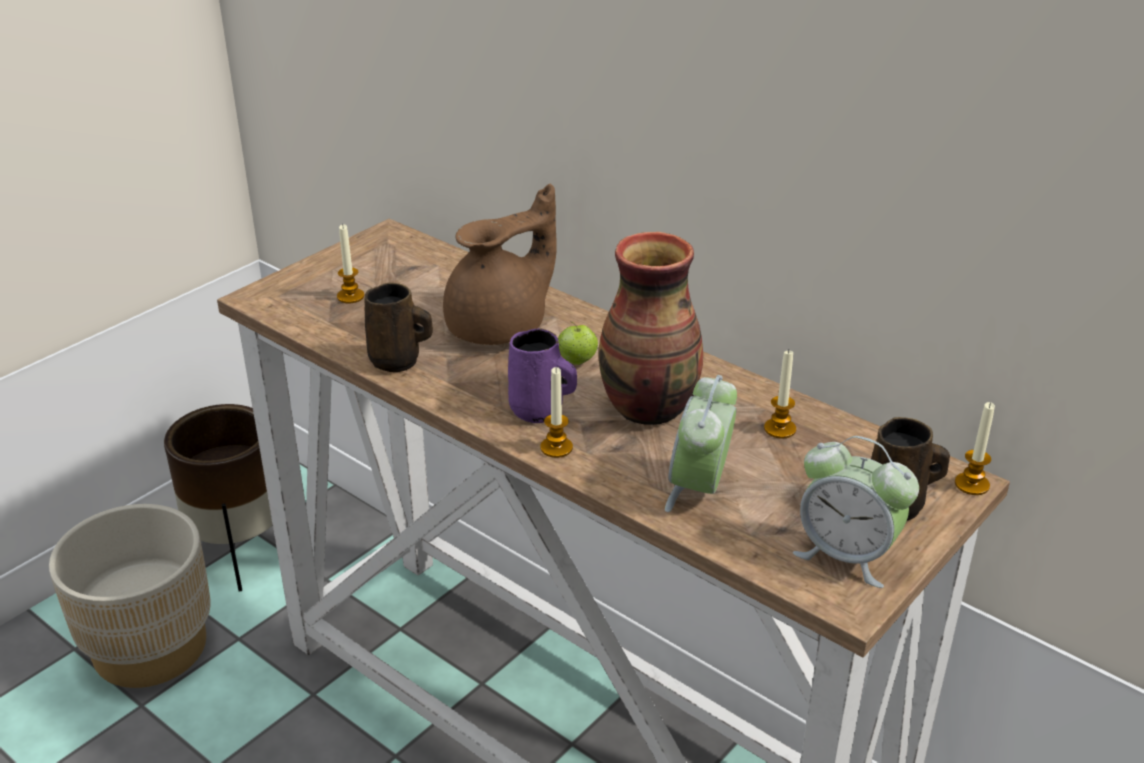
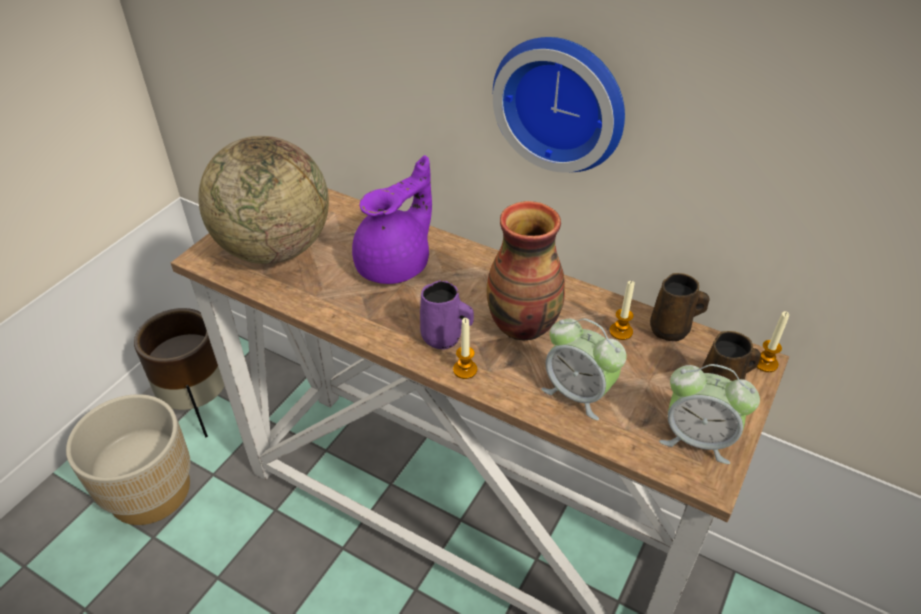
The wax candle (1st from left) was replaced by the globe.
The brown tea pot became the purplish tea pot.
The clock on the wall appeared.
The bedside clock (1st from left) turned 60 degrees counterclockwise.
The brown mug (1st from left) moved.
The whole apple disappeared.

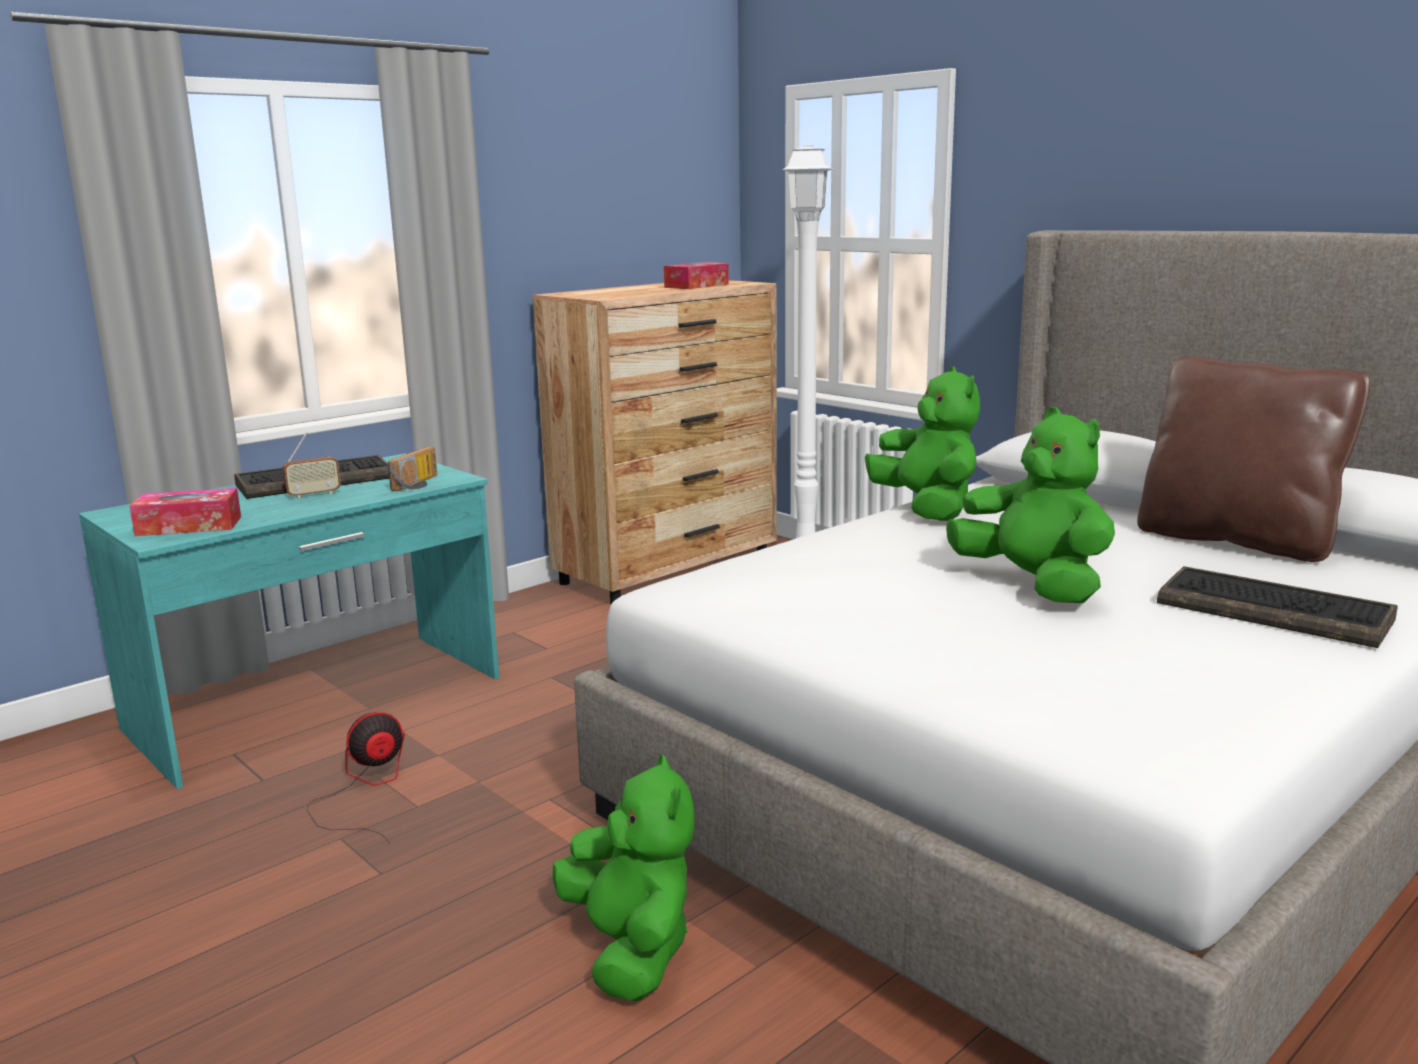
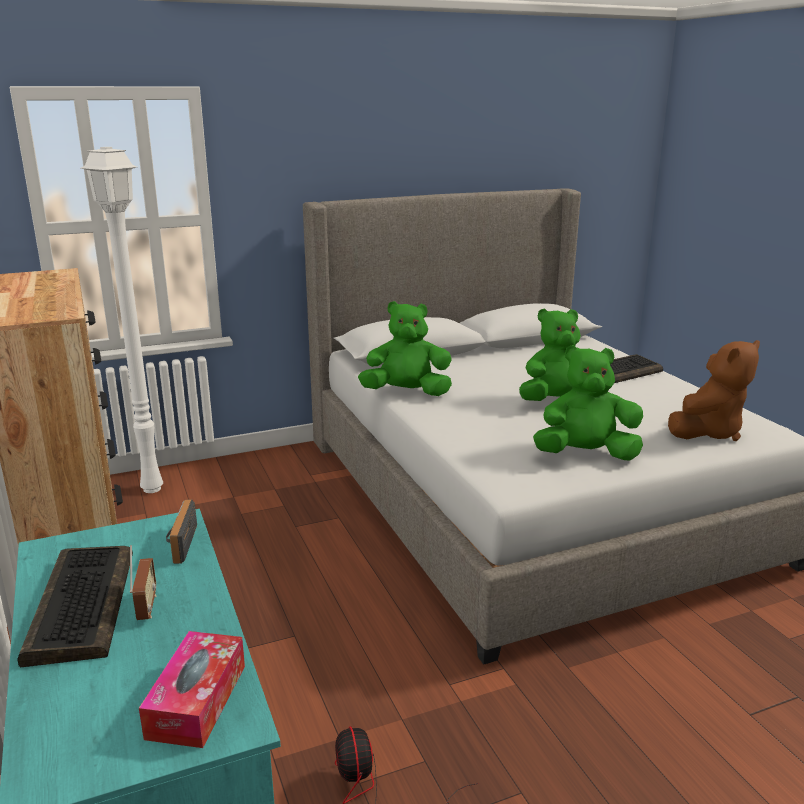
The radio (2nd from left) turned 135 degrees counterclockwise.
The greenish plush toy (1st from left in the first image) moved.
The brown plush toy appeared.
The tissue box (2nd from left) disappeared.
The brown throw pillow disappeared.

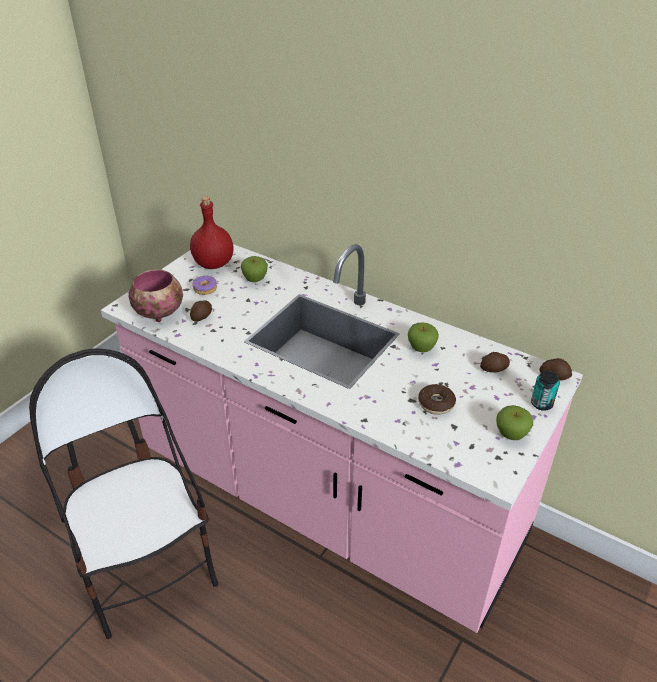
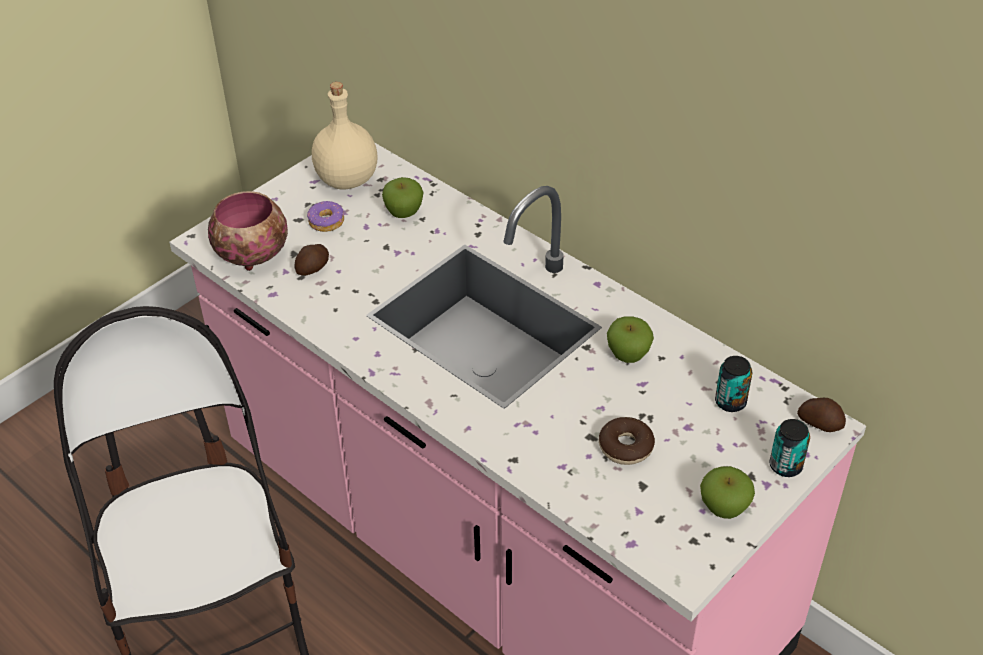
The red bottle became the beige bottle.
The spud (2nd from left) was replaced by the sealed can (1st from left).

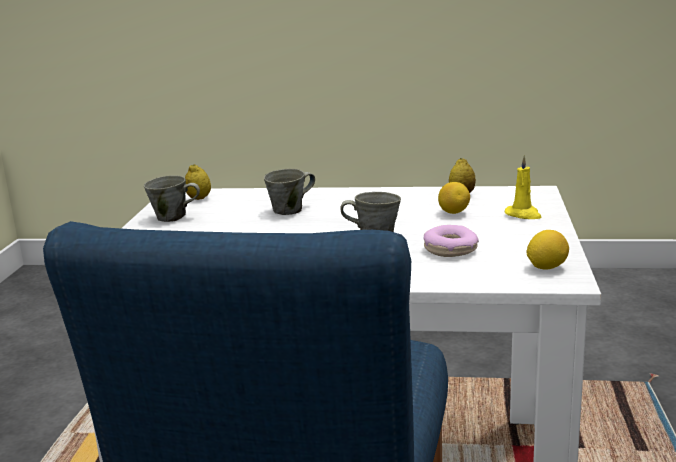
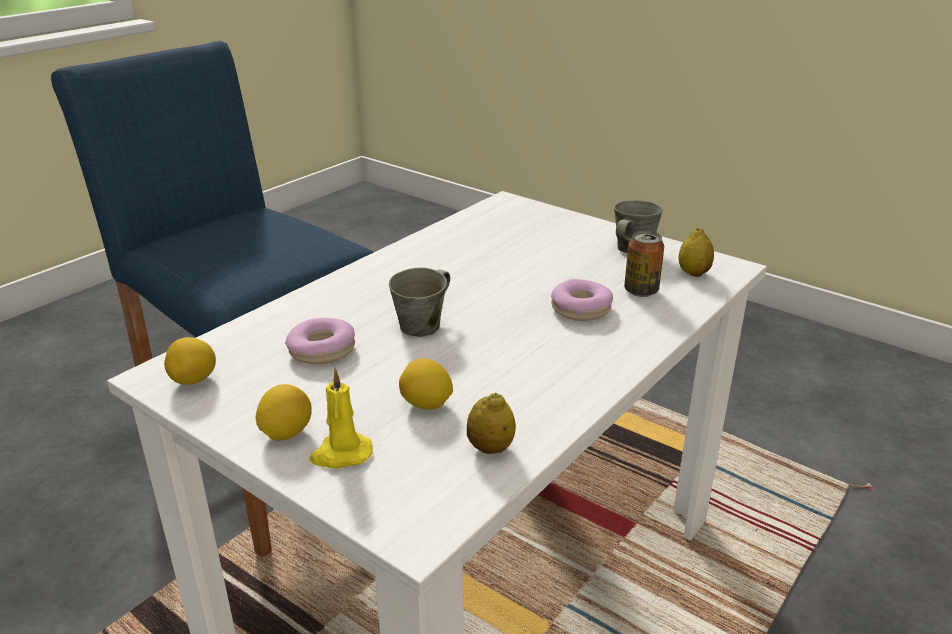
The lemon (2nd from left) appeared.
The grey mug (2nd from left) was replaced by the doughnut (2nd from left).
The sealed can appeared.

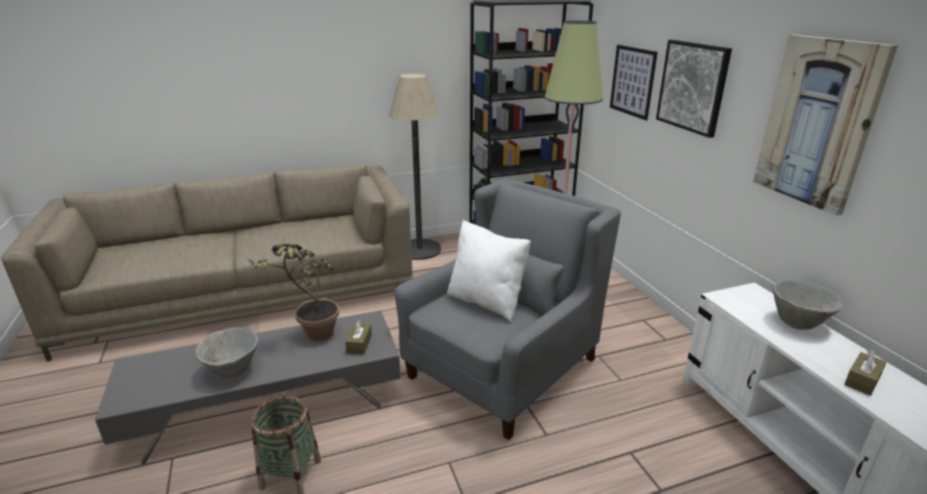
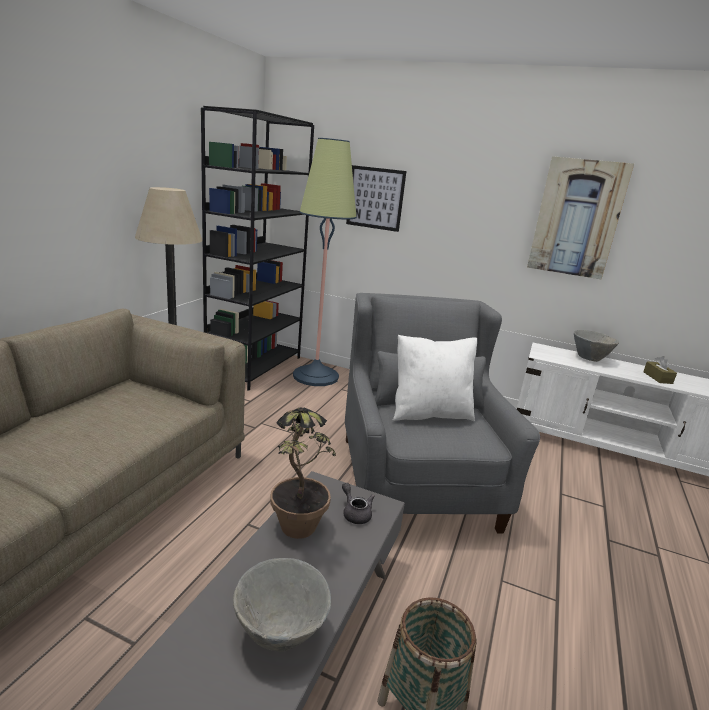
The brown tissue box (1st from left) was replaced by the grey tea pot.
The wall picture (2nd from left) disappeared.

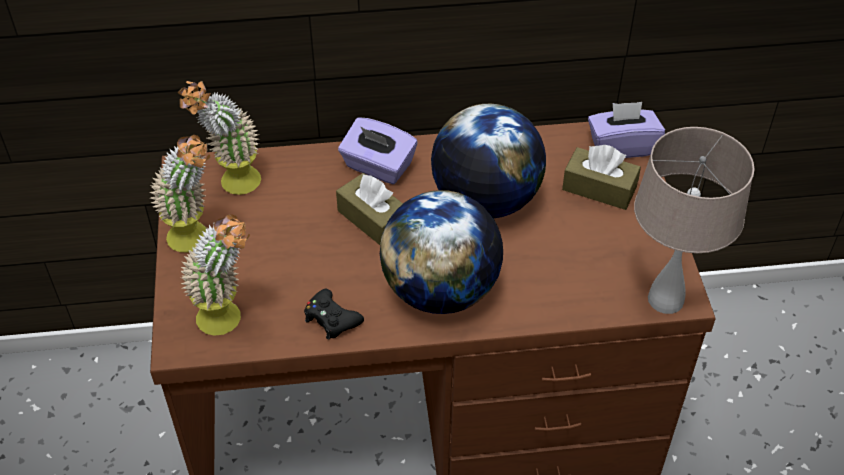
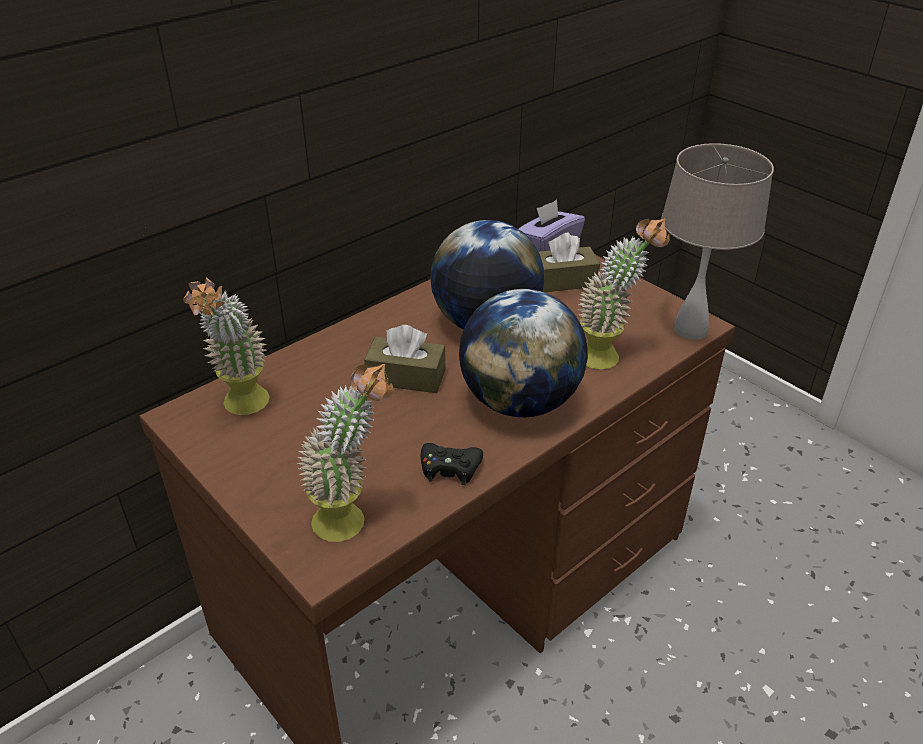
The houseplant (1st from left in the first image) moved.
The purplish tissue box (1st from left) disappeared.

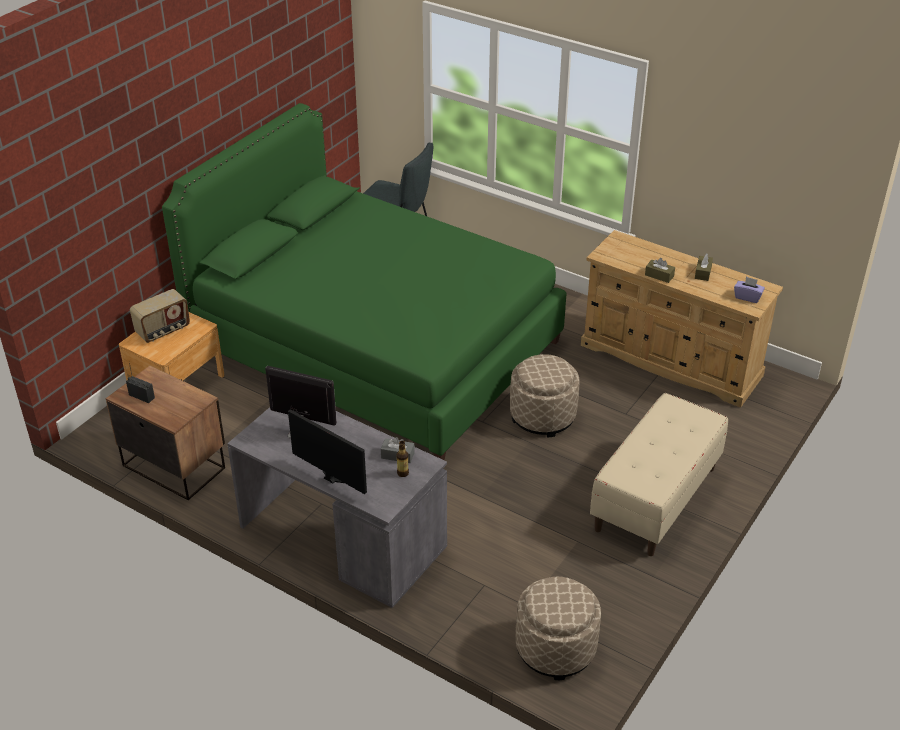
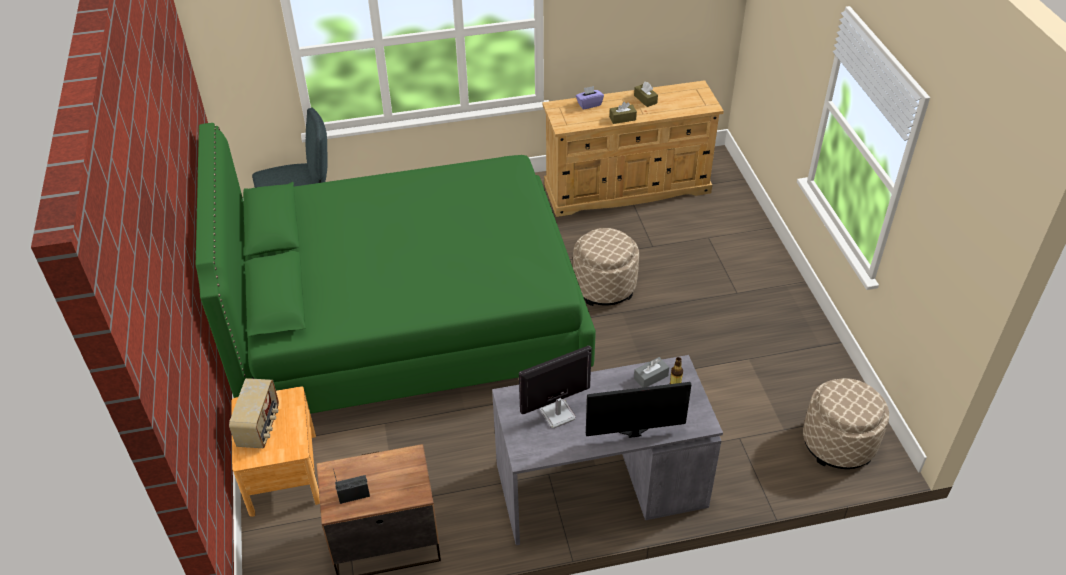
The purplish tissue box moved.
The beige indoor bench disappeared.

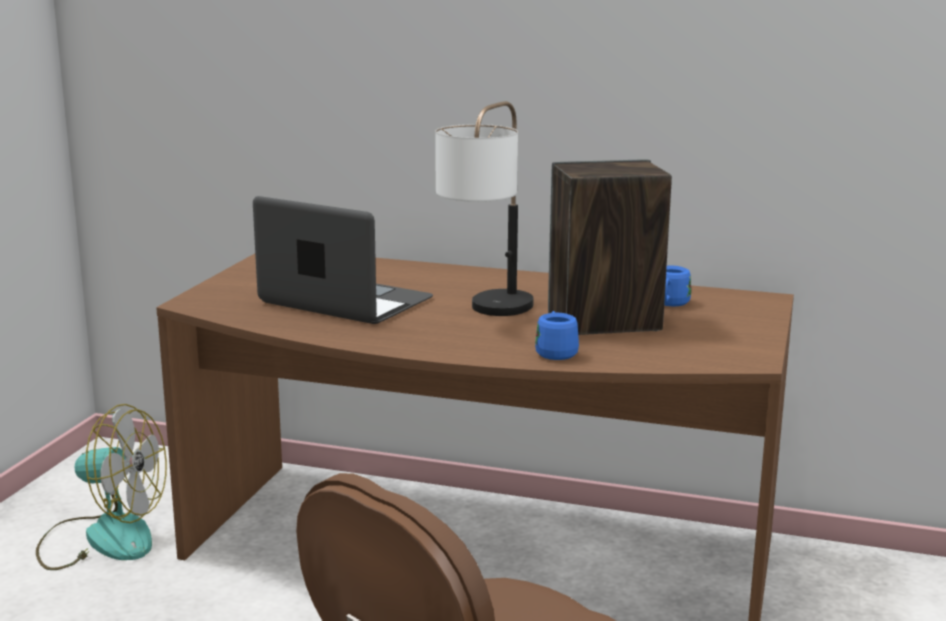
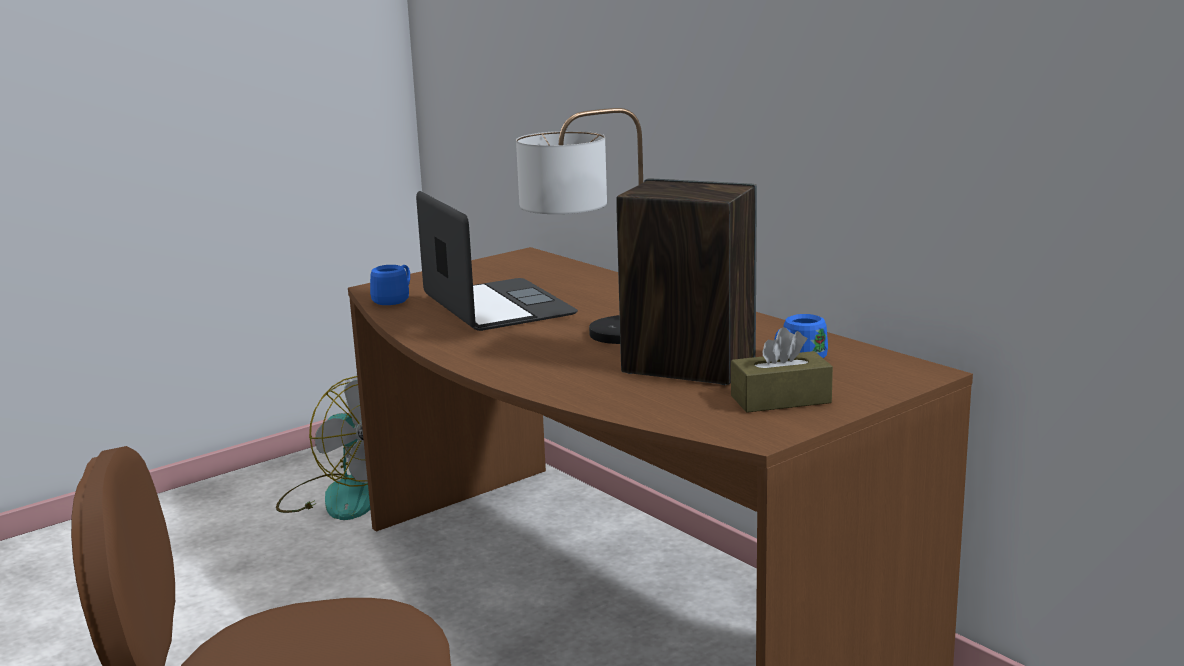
The blue mug (1st from left) moved.
The brown tissue box appeared.

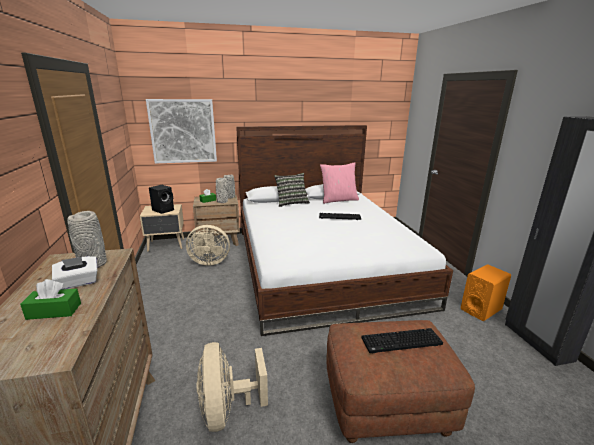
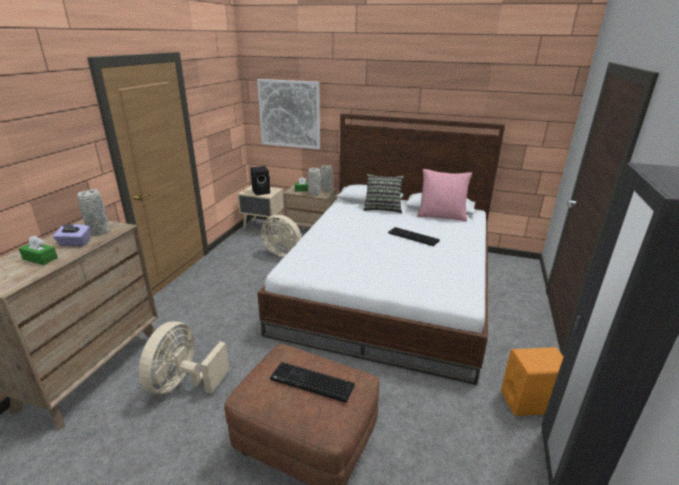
The white-coloured tissue box became the purplish tissue box.

